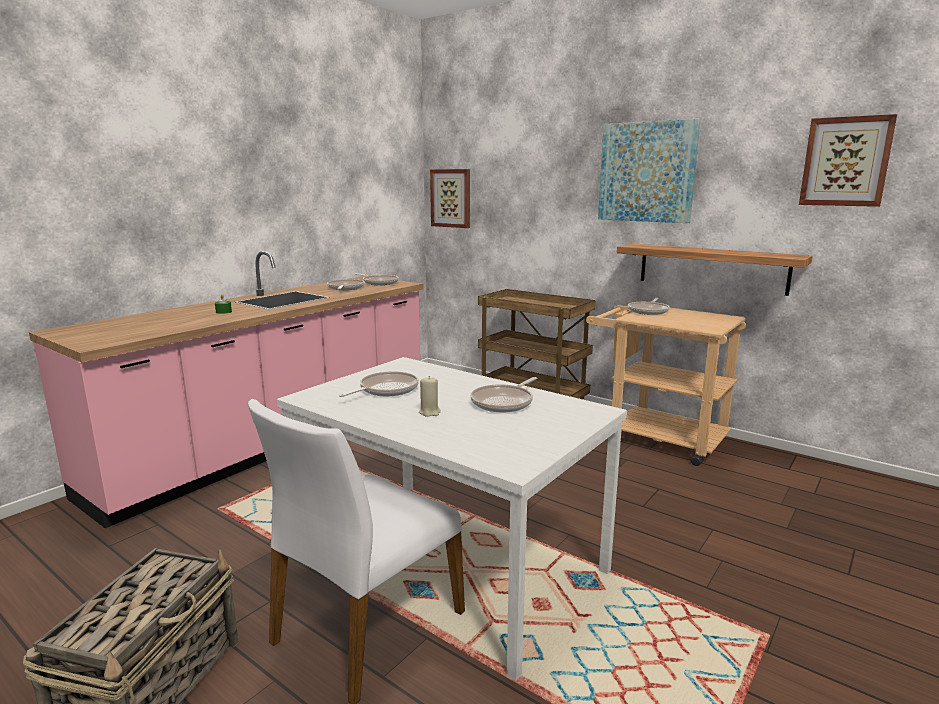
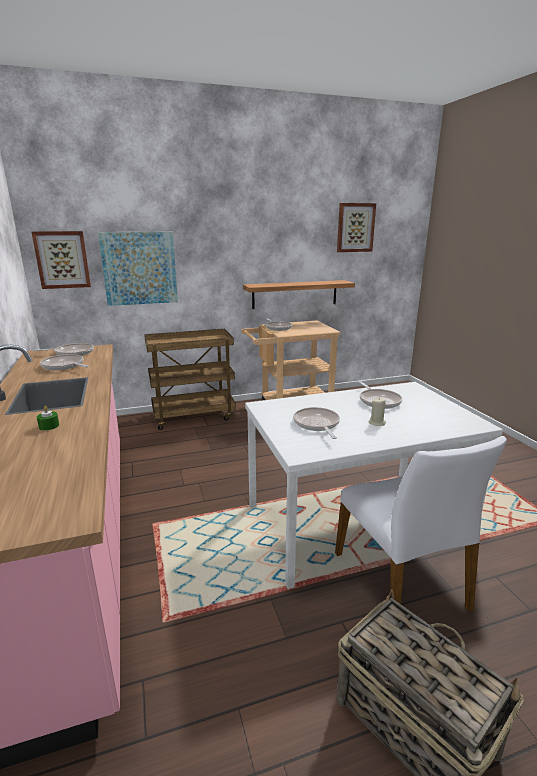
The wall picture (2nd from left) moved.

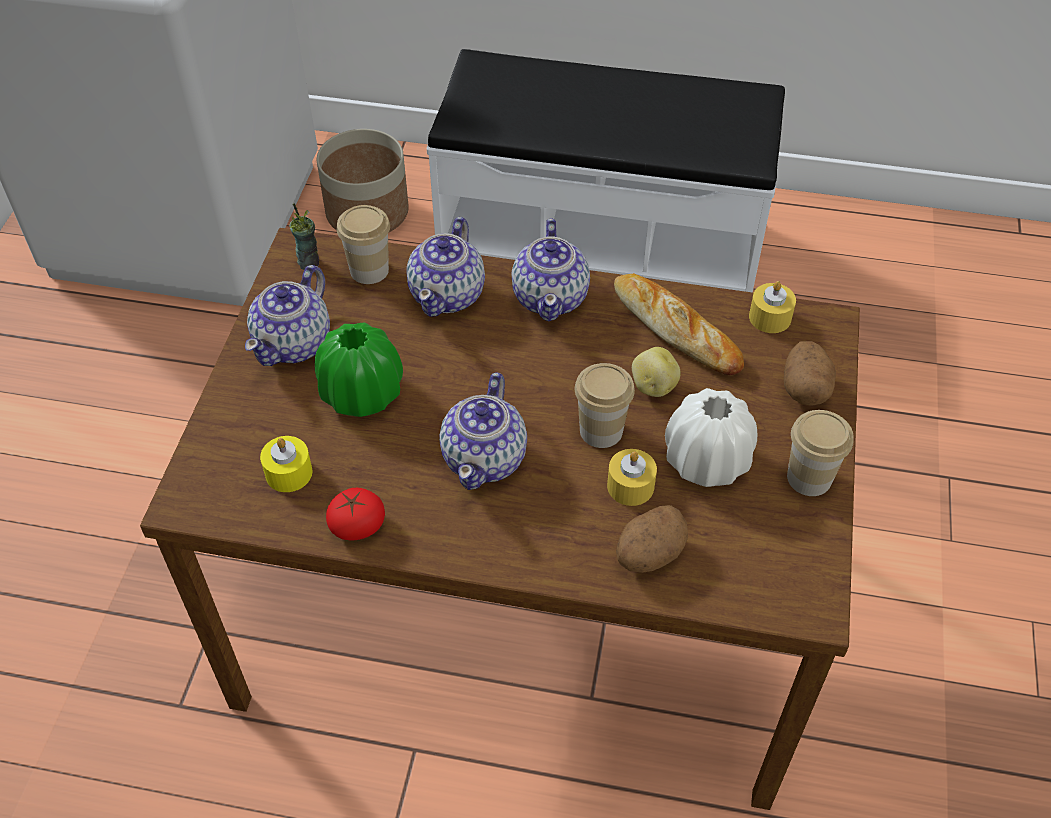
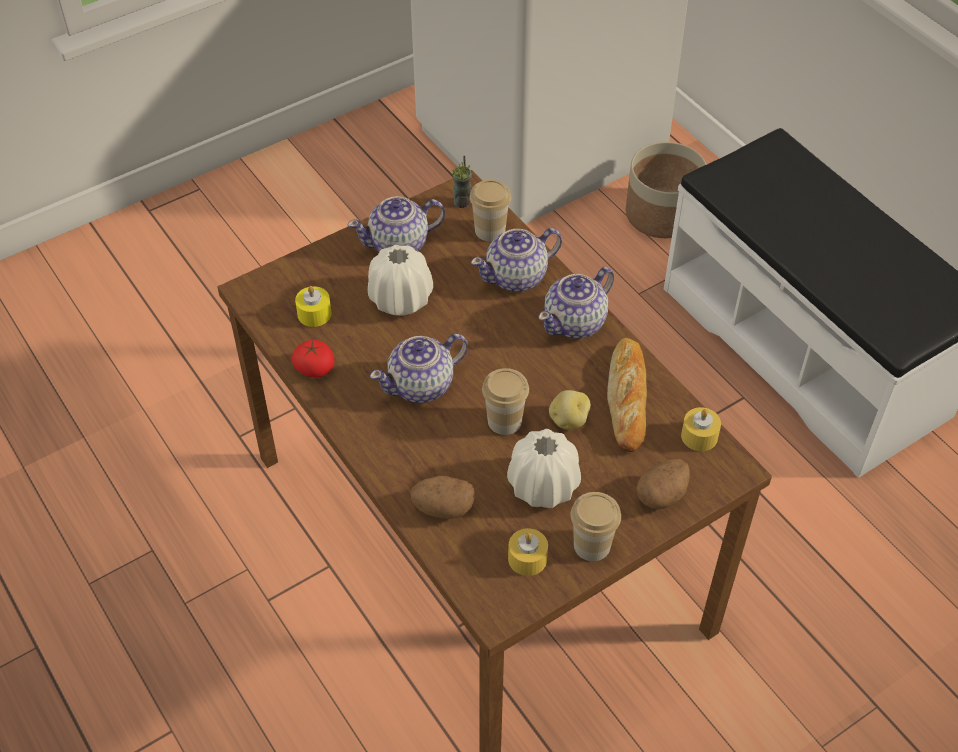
The greenish flower vase became the white-coloured flower vase (1st from left).
The yellowish wax candle (2nd from left) moved.

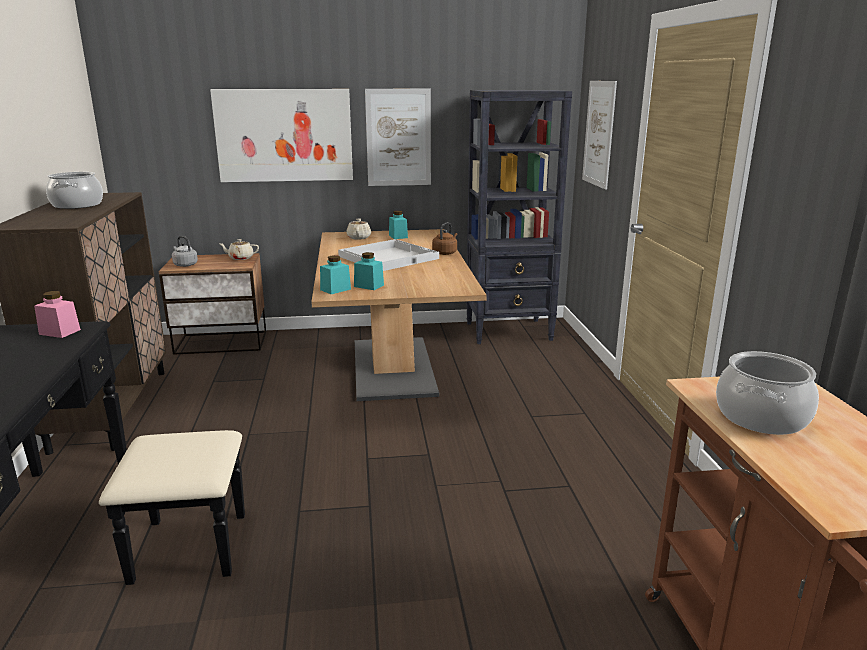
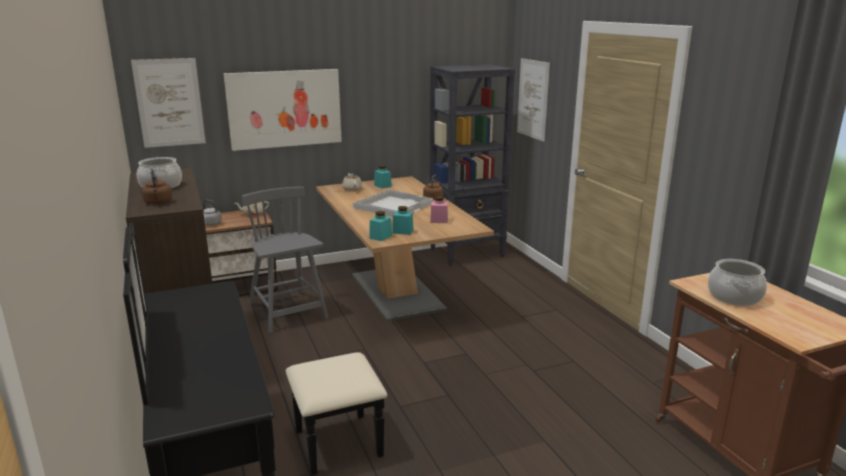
The wall picture (2nd from left in the first image) moved.
The brown kettle (1st from left) appeared.
The grey chair appeared.
The pink-coloured jar moved.

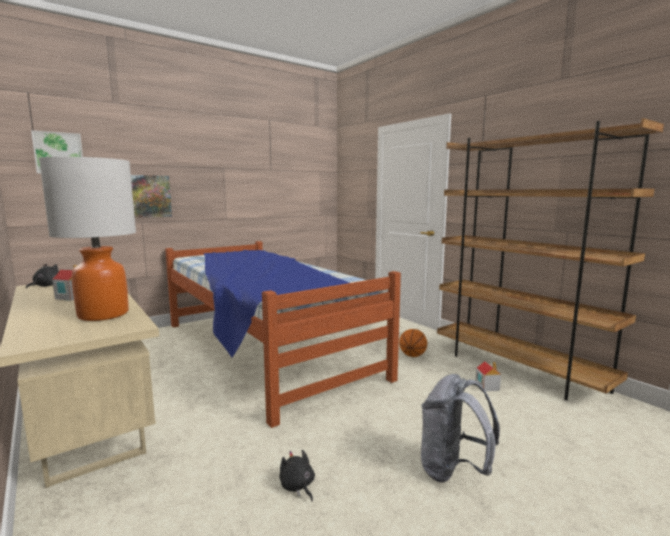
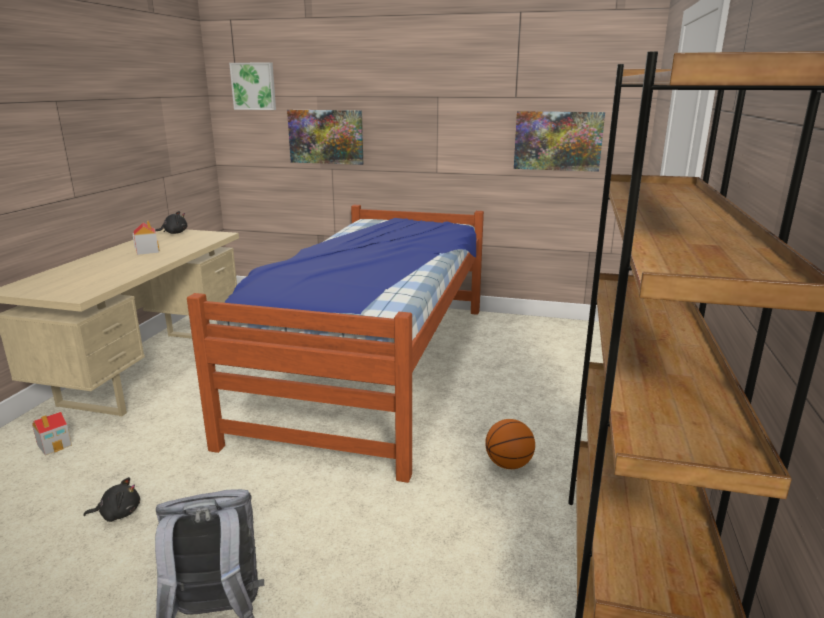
The model house (2nd from left in the first image) moved.
The blackish plush toy (2nd from left in the first image) turned 60 degrees clockwise.
The wall picture (3rd from left) appeared.
The table lamp disappeared.

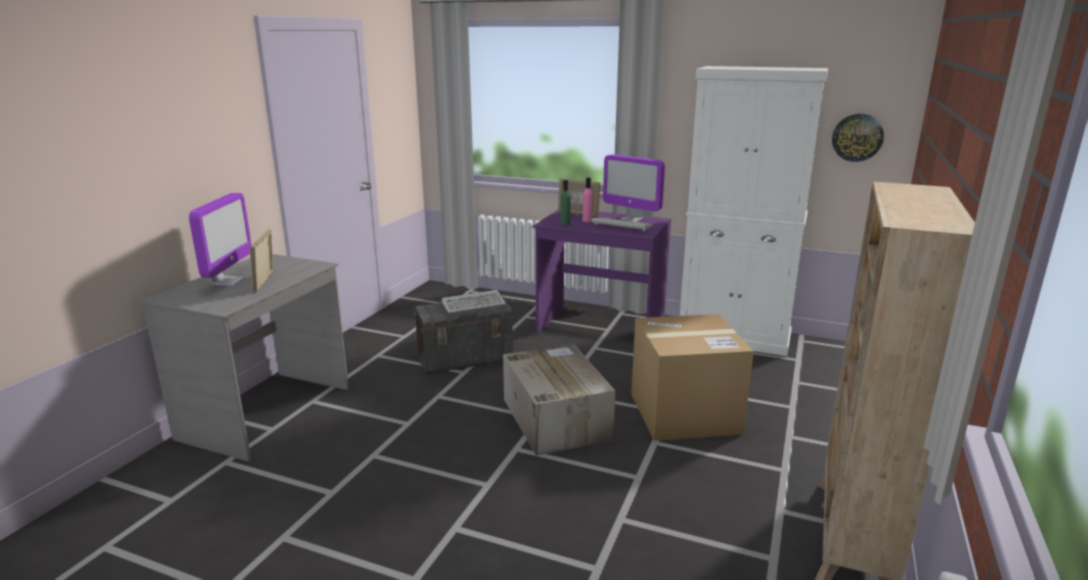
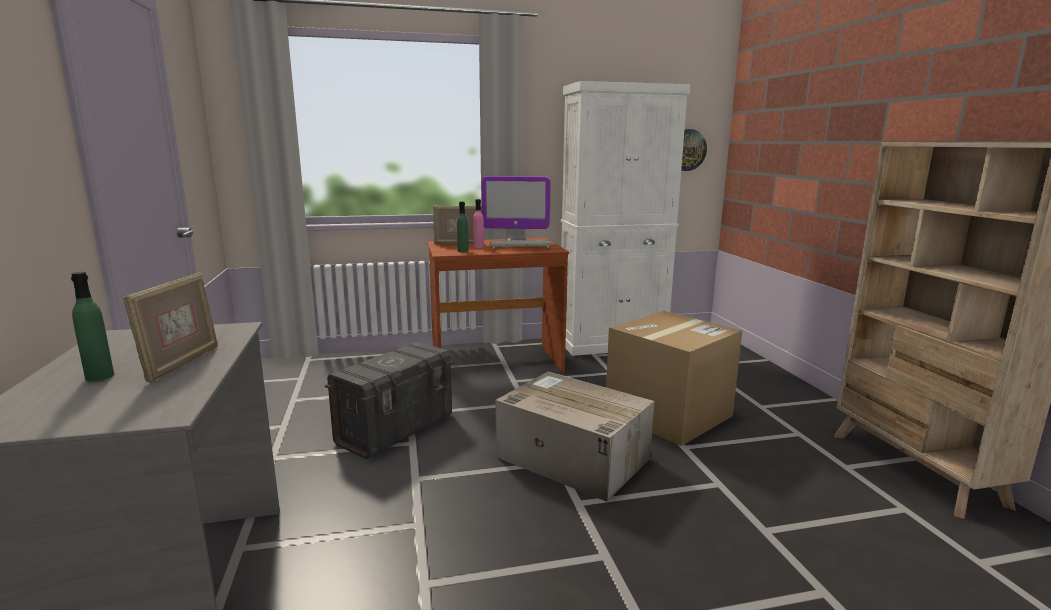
The computer display (1st from left) was replaced by the greenish bottle (1st from left).
The photo frame (1st from left) turned 135 degrees counterclockwise.
The purplish desk unit became the brown desk unit.
The PC keyboard (1st from left) disappeared.

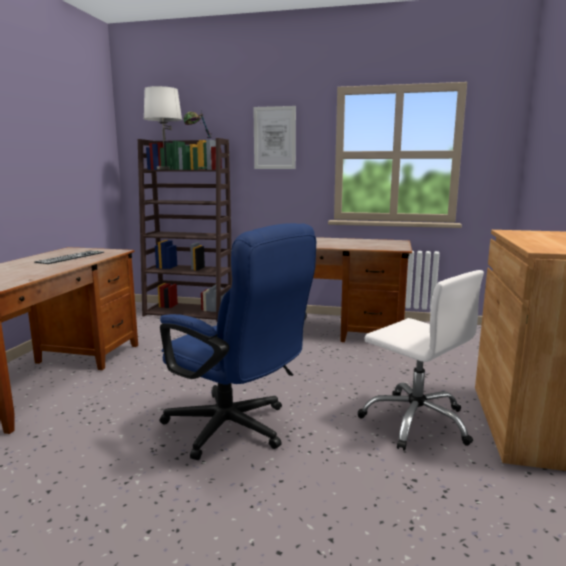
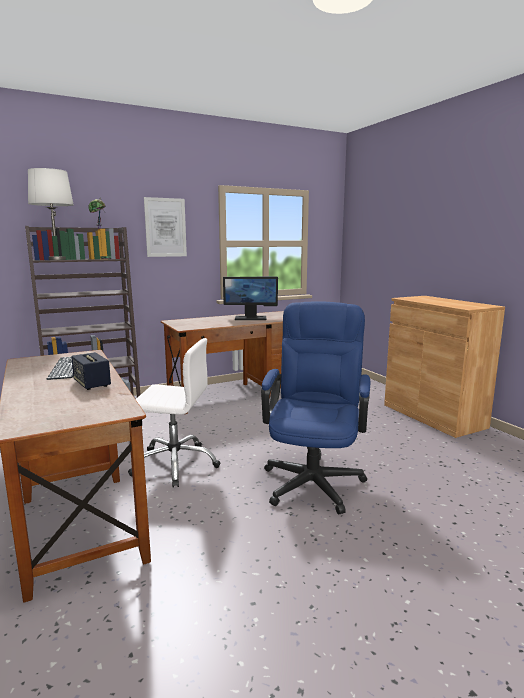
The speaker appeared.
The white-coloured desk chair moved.
The computer display appeared.
The blue desk chair turned 75 degrees counterclockwise.

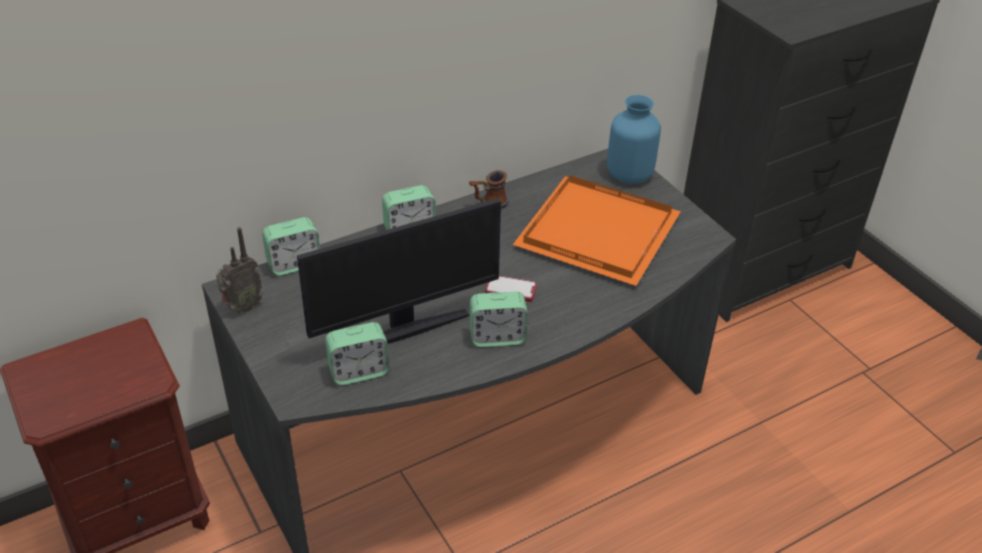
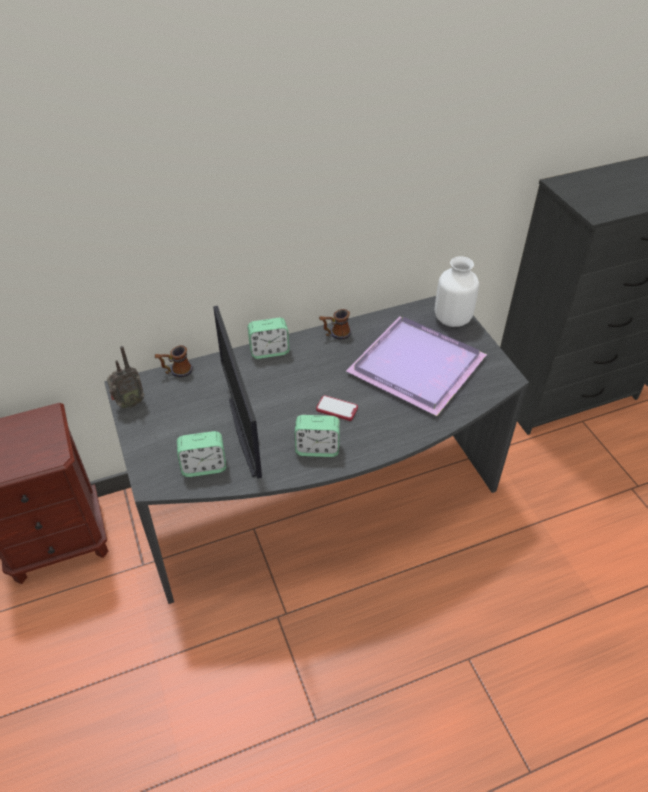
The bedside clock (1st from left) was replaced by the mug (1st from left).
The computer display turned 90 degrees clockwise.
The orange-coloured serving tray became the purplish serving tray.
The blue flower vase became the white-coloured flower vase.

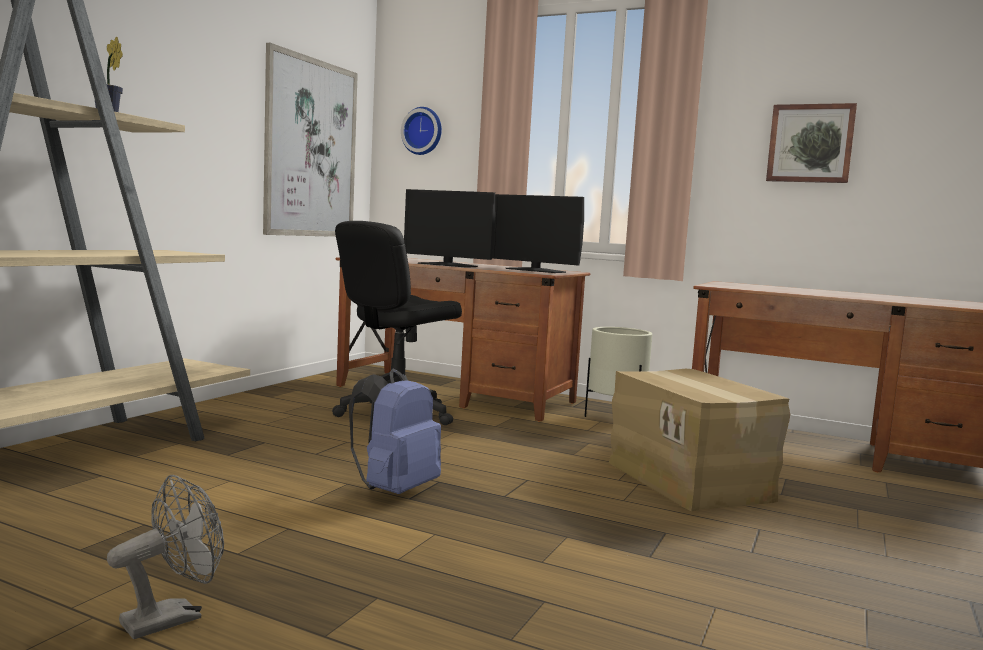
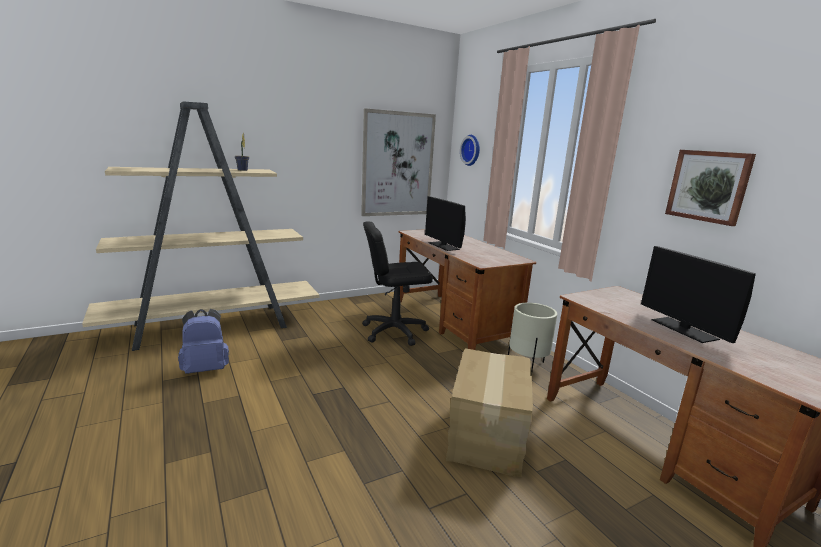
The blue knapsack moved.
The computer display (2nd from left) moved.
The grey cooling fan disappeared.

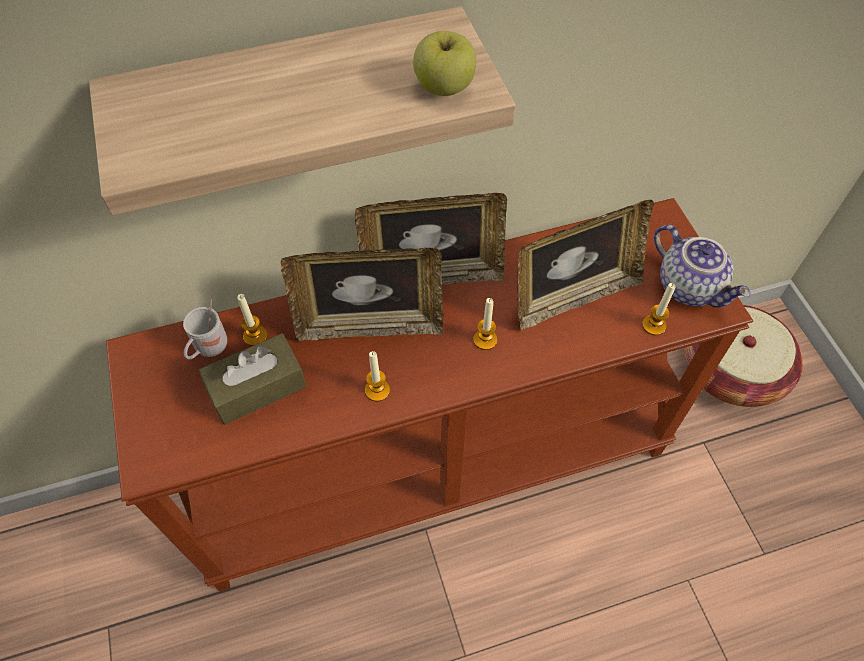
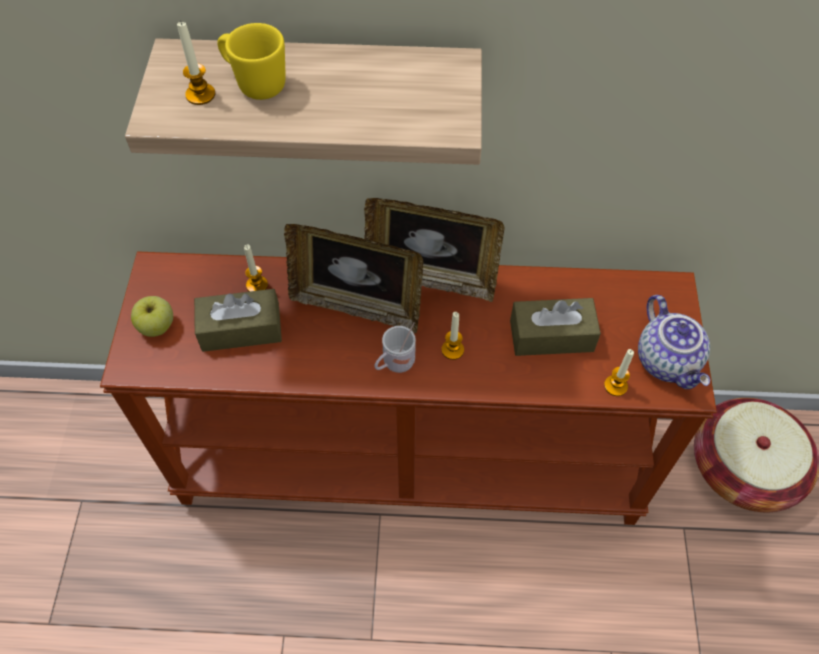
The whole apple moved.
The wax candle (2nd from left in the first image) moved.
The yellowish mug appeared.
The white-coloured mug moved.
The photo frame (3rd from left) was replaced by the brown tissue box (2nd from left).

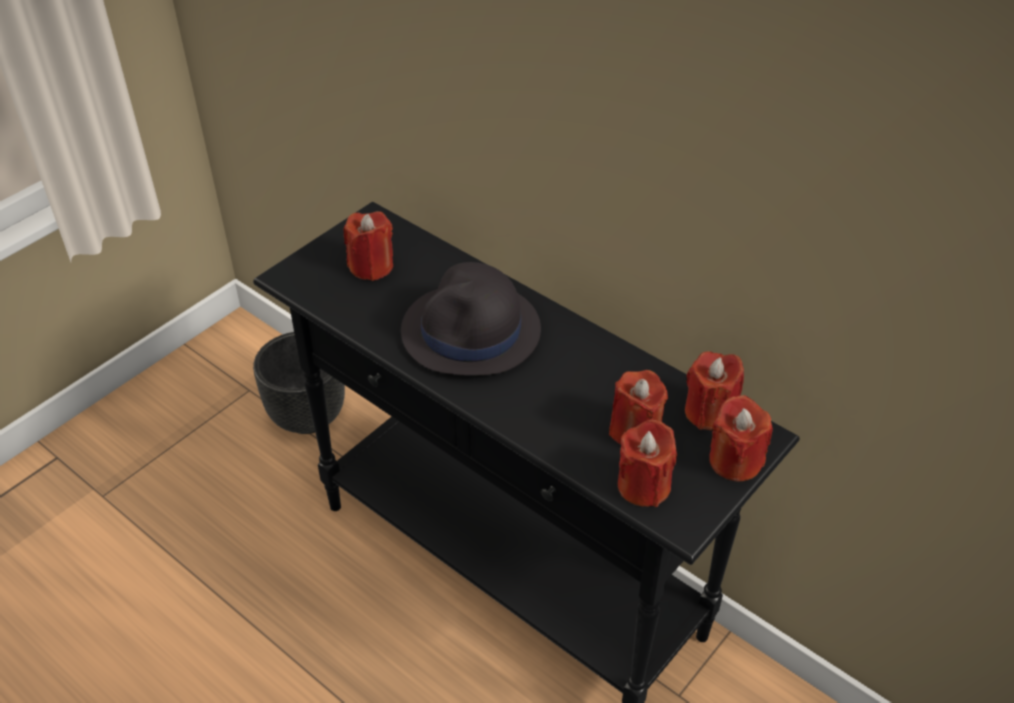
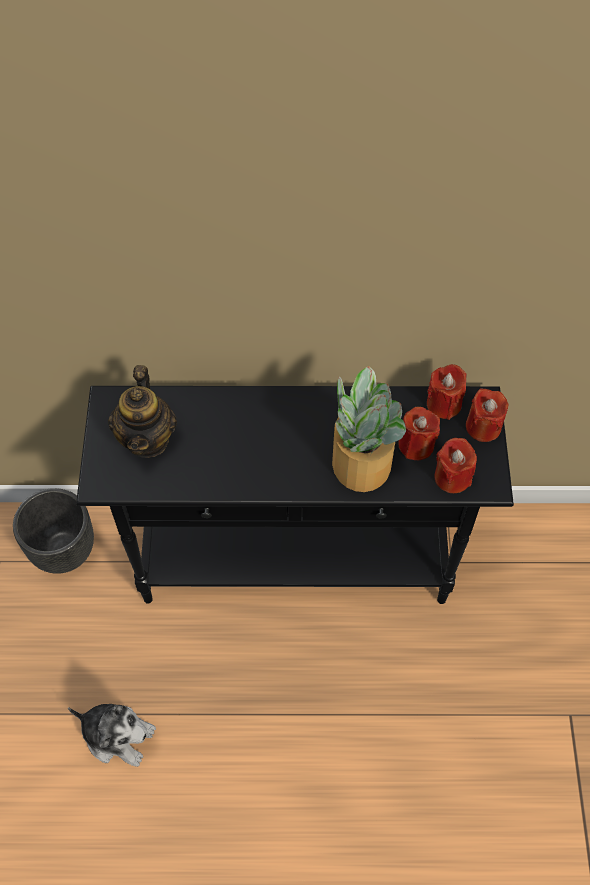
The plush toy appeared.
The red wax candle (1st from left) was replaced by the tea pot.
The houseplant appeared.
The blackish clothing hat disappeared.

